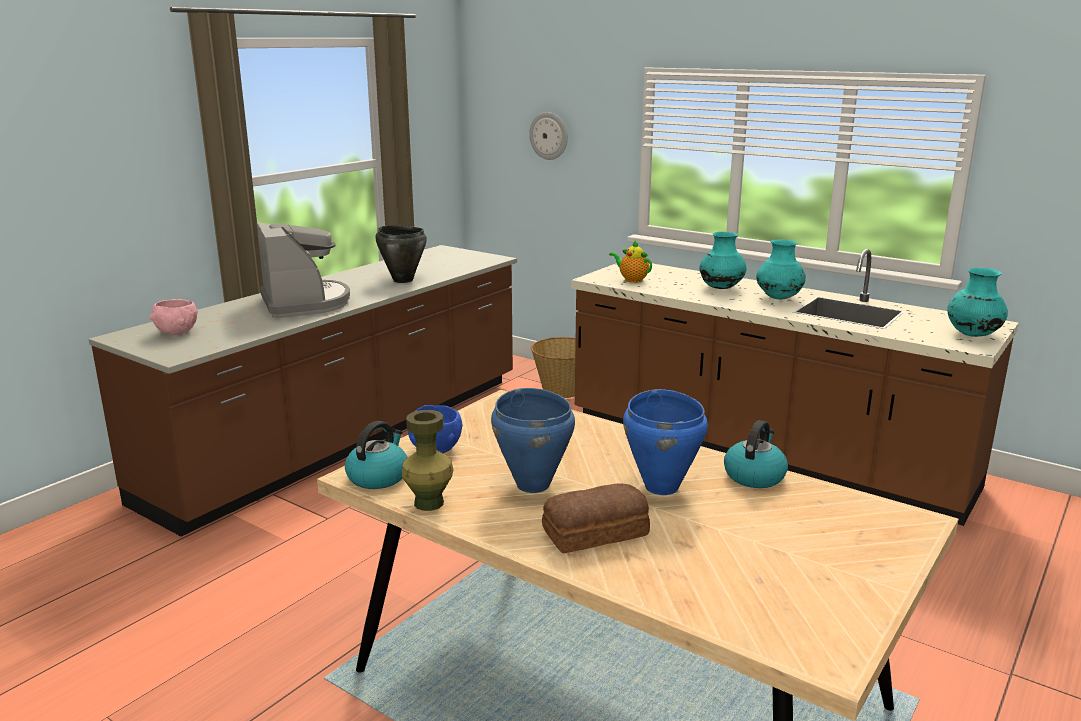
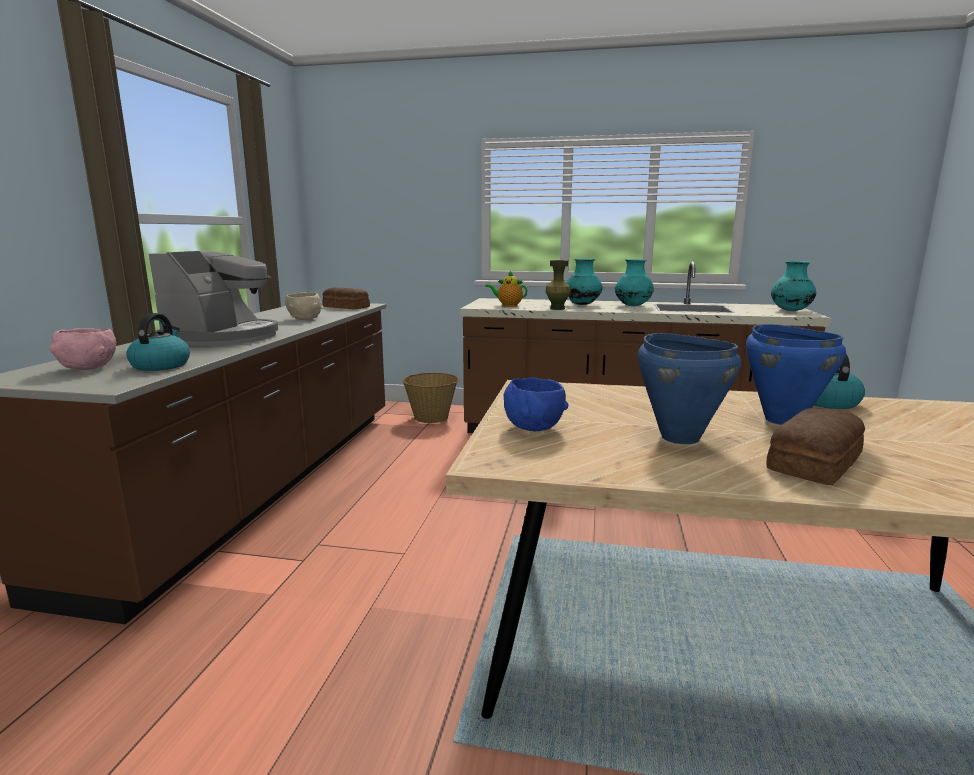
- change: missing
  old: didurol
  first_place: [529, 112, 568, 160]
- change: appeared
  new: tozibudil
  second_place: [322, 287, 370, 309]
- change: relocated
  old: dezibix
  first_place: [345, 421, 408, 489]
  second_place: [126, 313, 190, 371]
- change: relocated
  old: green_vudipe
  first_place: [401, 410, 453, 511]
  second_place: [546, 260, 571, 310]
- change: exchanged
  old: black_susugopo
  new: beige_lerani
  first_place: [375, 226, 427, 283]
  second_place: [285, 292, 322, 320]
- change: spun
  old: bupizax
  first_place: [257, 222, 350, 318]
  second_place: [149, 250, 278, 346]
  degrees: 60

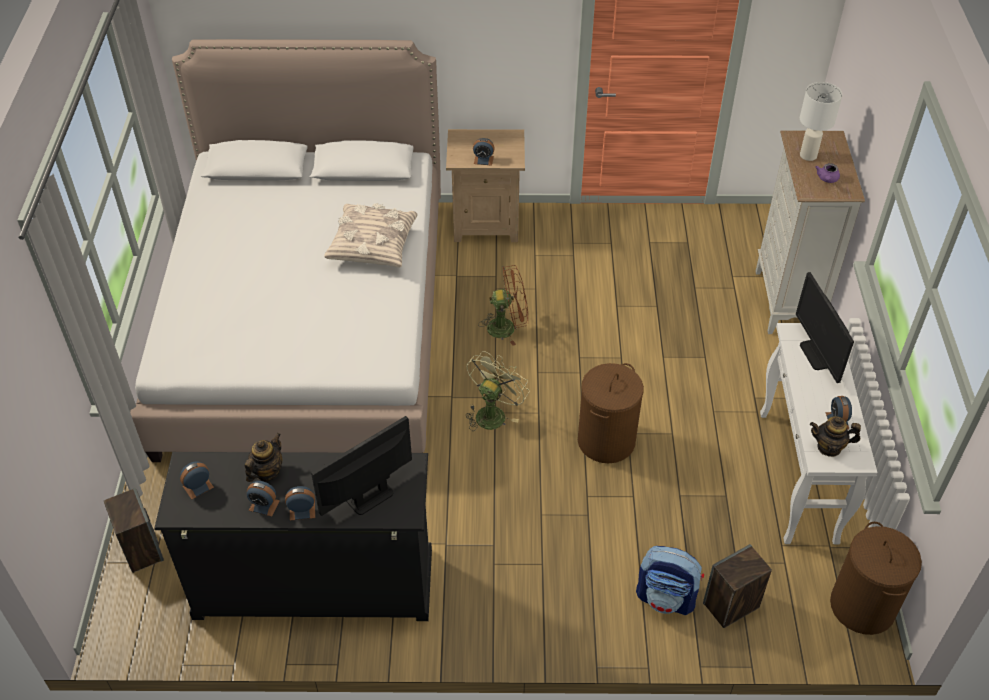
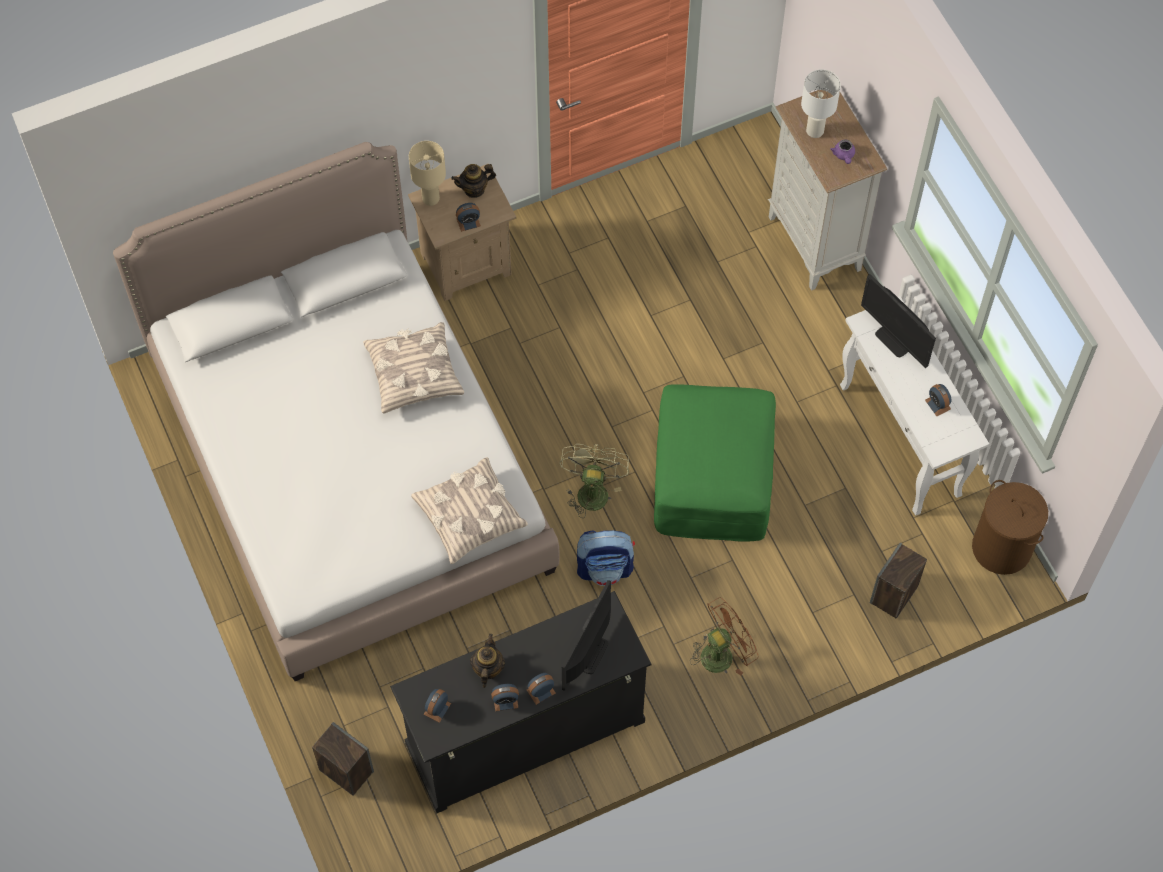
- change: appeared
  new: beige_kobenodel
  second_place: [409, 141, 446, 206]
- change: appeared
  new: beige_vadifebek
  second_place: [411, 457, 528, 564]
- change: relocated
  old: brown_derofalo
  first_place: [478, 265, 528, 346]
  second_place: [690, 597, 759, 675]
- change: relocated
  old: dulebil
  first_place: [636, 546, 704, 615]
  second_place: [577, 530, 635, 586]
- change: relocated
  old: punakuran
  first_place: [810, 416, 861, 457]
  second_place: [451, 164, 496, 198]
- change: exchanged
  old: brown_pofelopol
  new: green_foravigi
  first_place: [578, 363, 644, 463]
  second_place: [654, 384, 776, 542]

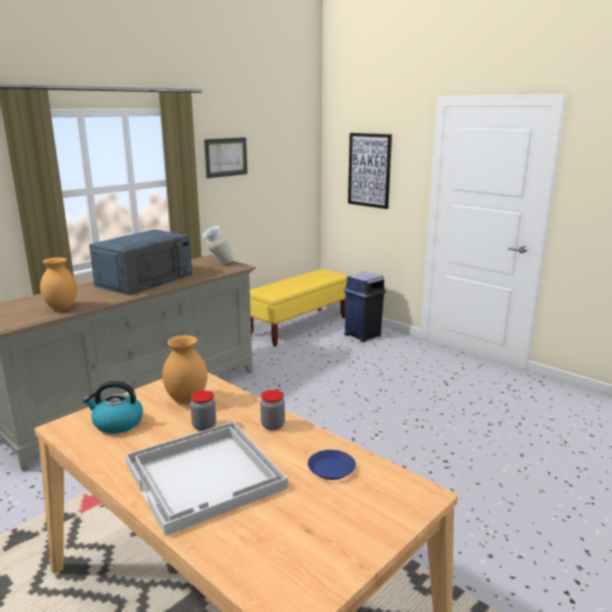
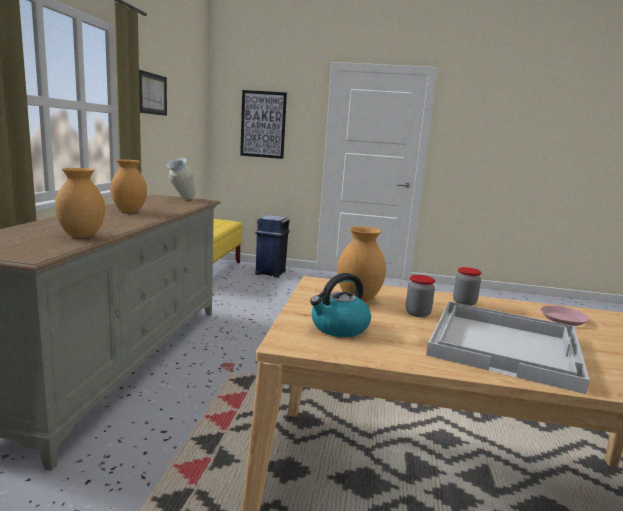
- change: exchanged
  old: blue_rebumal
  new: brown_vudipe
  first_place: [89, 229, 192, 295]
  second_place: [110, 160, 147, 213]
- change: colour
  old: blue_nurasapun
  new: pink_nurasapun
  first_place: [308, 450, 356, 480]
  second_place: [540, 306, 590, 326]

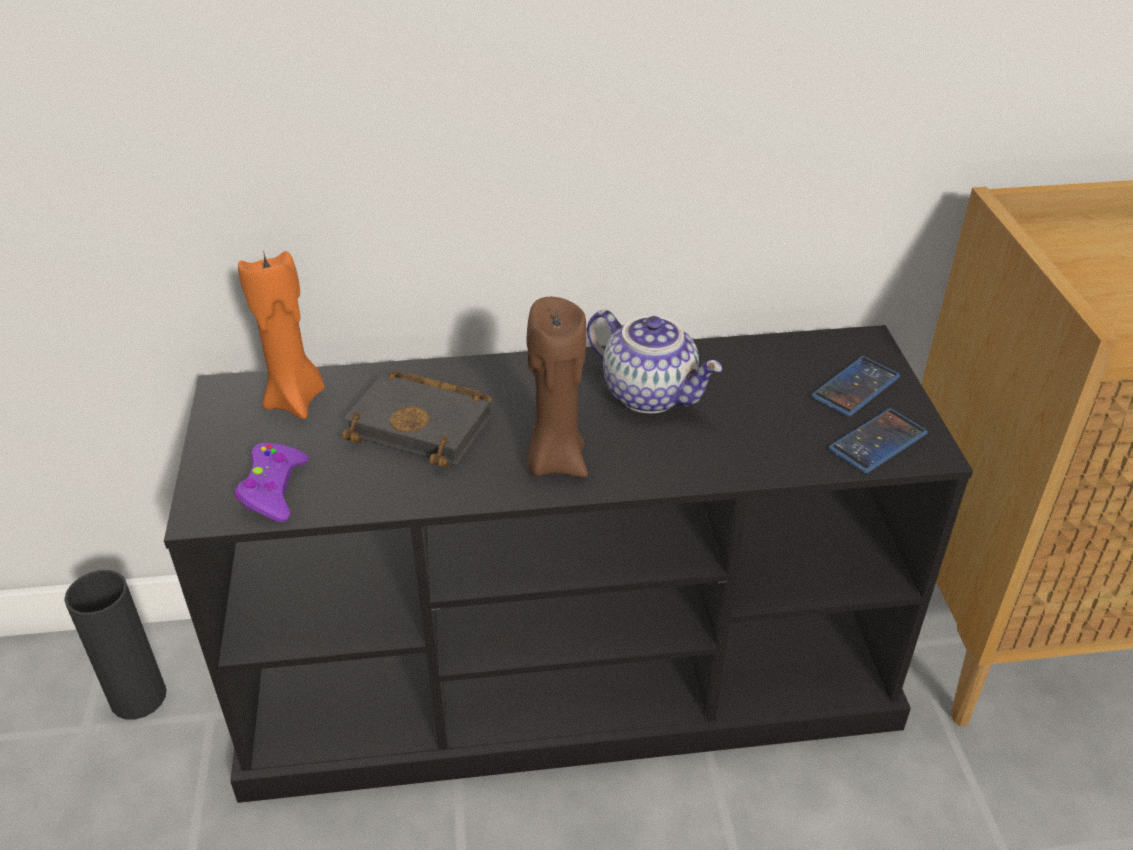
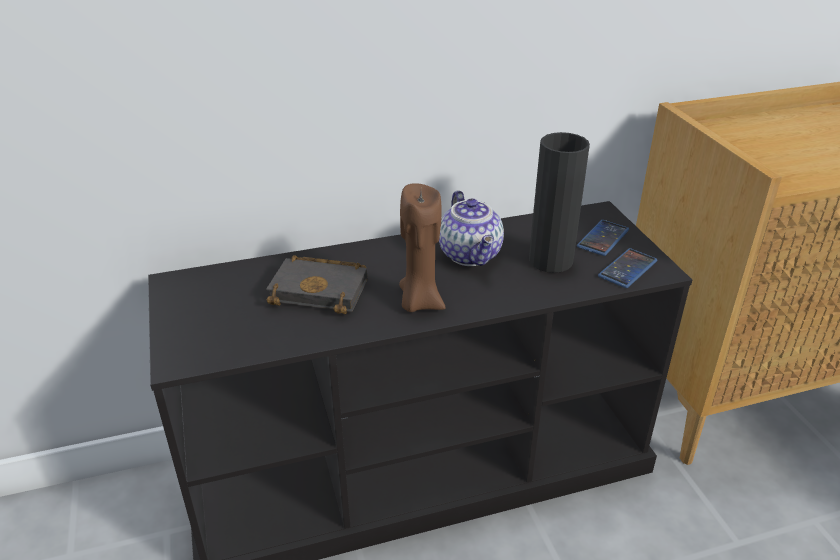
- change: missing
  old: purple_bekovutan
  first_place: [235, 443, 309, 522]
- change: missing
  old: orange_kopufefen
  first_place: [238, 251, 325, 419]
- change: relocated
  old: black_vudipe
  first_place: [64, 570, 167, 720]
  second_place: [529, 132, 590, 273]
- change: spun
  old: punakuran
  first_place: [587, 310, 722, 414]
  second_place: [439, 191, 504, 266]
  degrees: 45

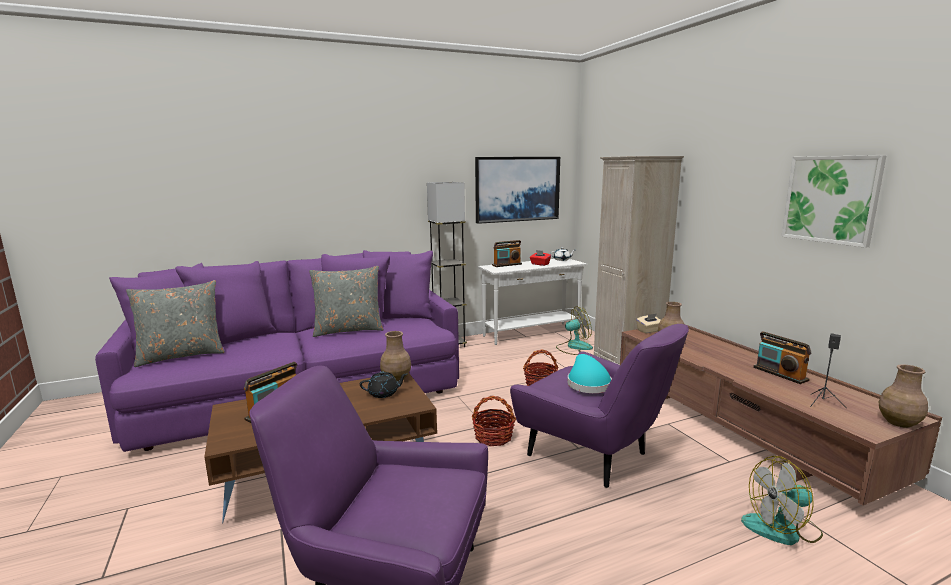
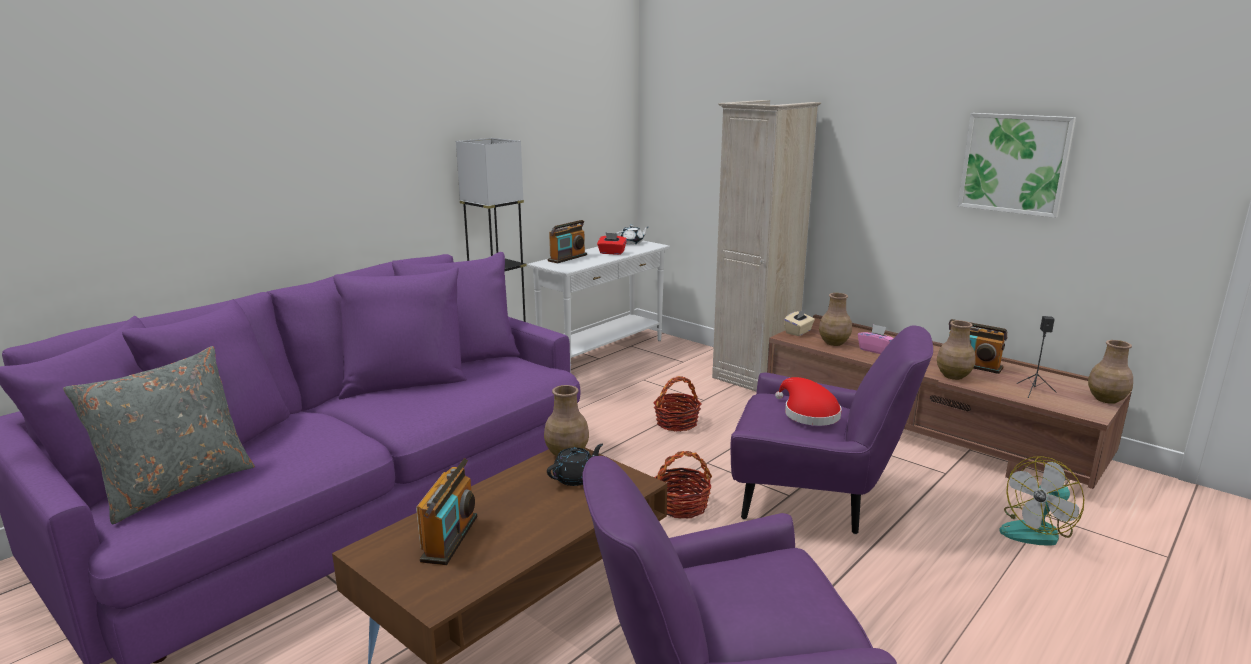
- change: missing
  old: grey_vadifebek
  first_place: [309, 266, 384, 337]
- change: missing
  old: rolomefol
  first_place: [475, 157, 560, 224]
- change: missing
  old: derofalo
  first_place: [556, 306, 593, 355]
- change: appeared
  new: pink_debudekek
  second_place: [858, 324, 894, 354]
- change: appeared
  new: brown_vudipe
  second_place: [937, 320, 976, 380]
- change: colour
  old: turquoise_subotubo
  new: red_subotubo
  first_place: [568, 354, 612, 393]
  second_place: [775, 377, 842, 426]

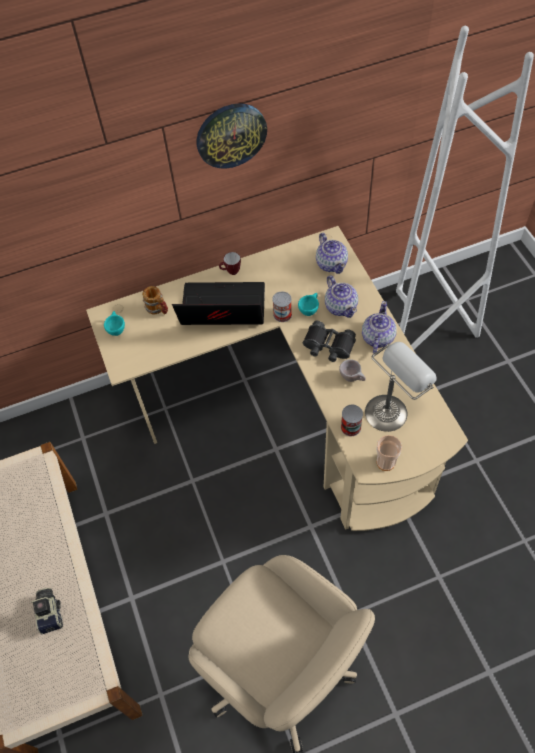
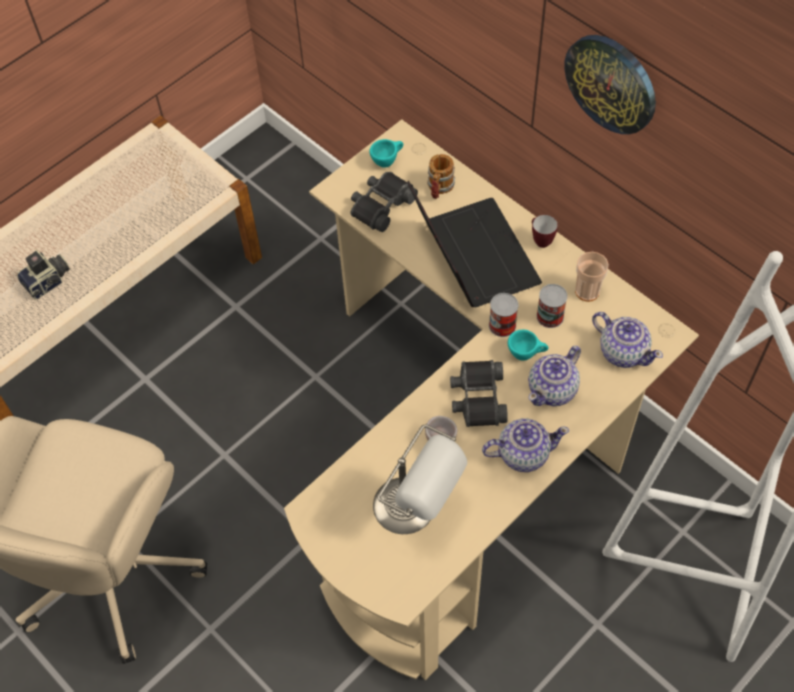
- change: appeared
  new: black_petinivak
  second_place: [350, 172, 418, 232]
- change: relocated
  old: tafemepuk
  first_place: [341, 405, 363, 436]
  second_place: [537, 284, 567, 328]
- change: relocated
  old: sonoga
  first_place: [377, 435, 402, 471]
  second_place: [575, 252, 609, 302]
- change: spun
  old: punakuran
  first_place: [316, 233, 348, 274]
  second_place: [592, 312, 663, 368]
  degrees: -90

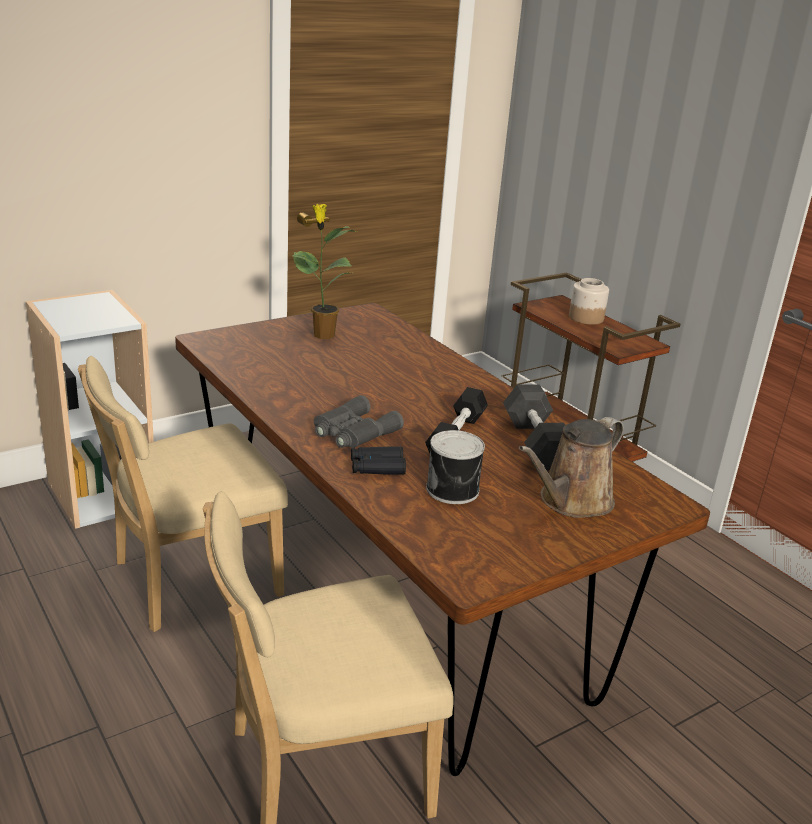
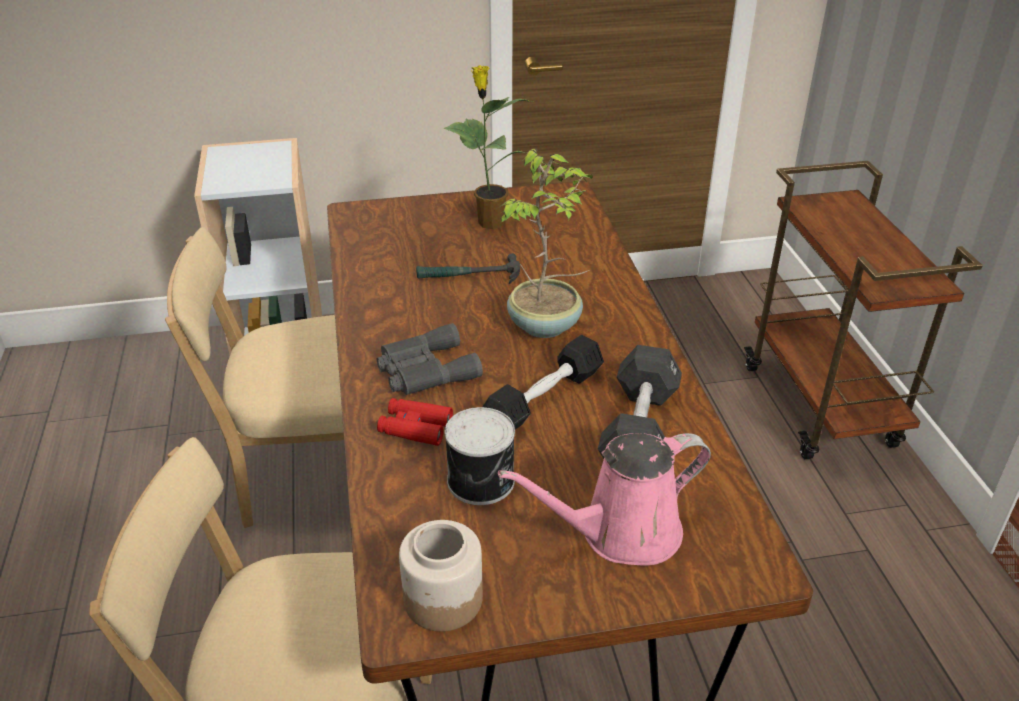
- change: appeared
  new: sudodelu
  second_place: [416, 253, 520, 284]
- change: appeared
  new: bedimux
  second_place: [497, 148, 593, 338]
- change: relocated
  old: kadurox
  first_place: [569, 278, 609, 325]
  second_place: [399, 520, 483, 632]
- change: colour
  old: black_petinivak
  new: red_petinivak
  first_place: [351, 446, 406, 475]
  second_place: [377, 398, 453, 446]
- change: colour
  old: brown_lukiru
  new: pink_lukiru
  first_place: [519, 417, 624, 518]
  second_place: [498, 433, 711, 566]

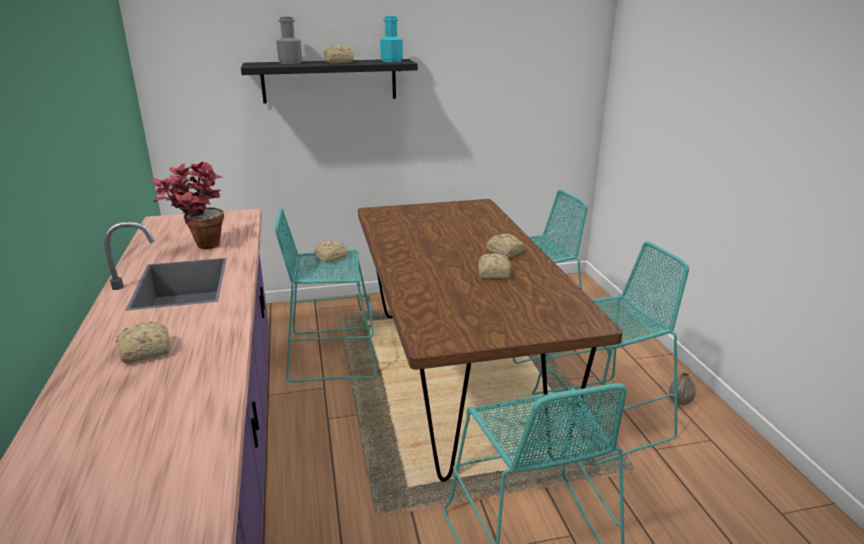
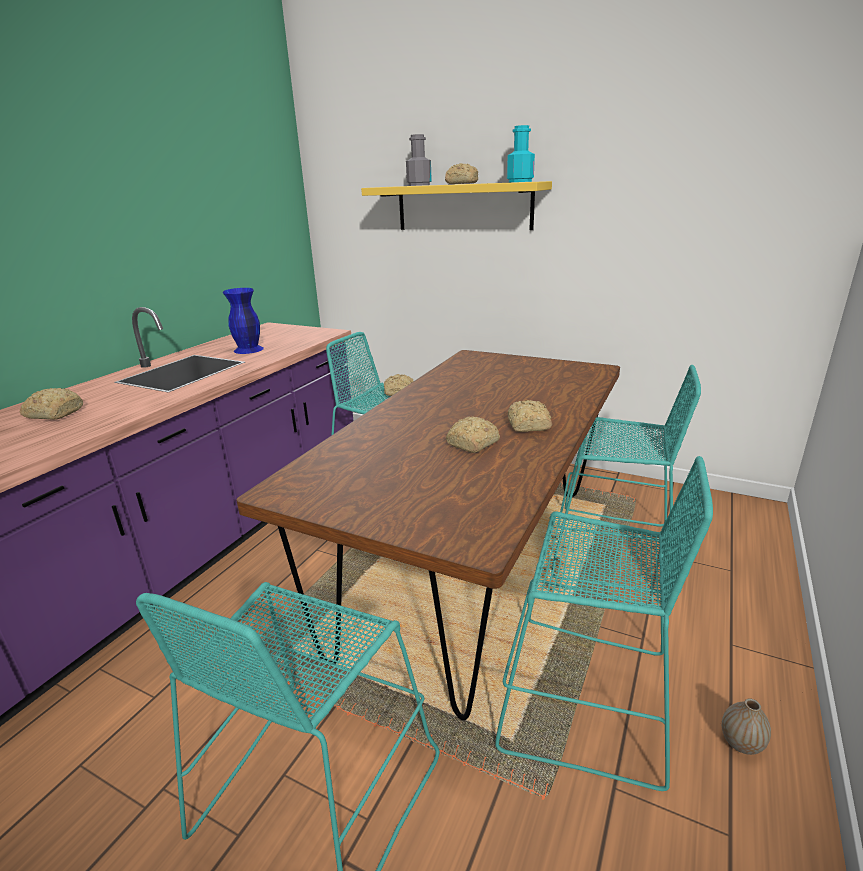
- change: exchanged
  old: bedimux
  new: blue_vudipe
  first_place: [152, 162, 224, 249]
  second_place: [223, 288, 264, 354]
- change: colour
  old: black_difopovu
  new: yellow_difopovu
  first_place: [241, 59, 418, 103]
  second_place: [361, 181, 552, 230]

